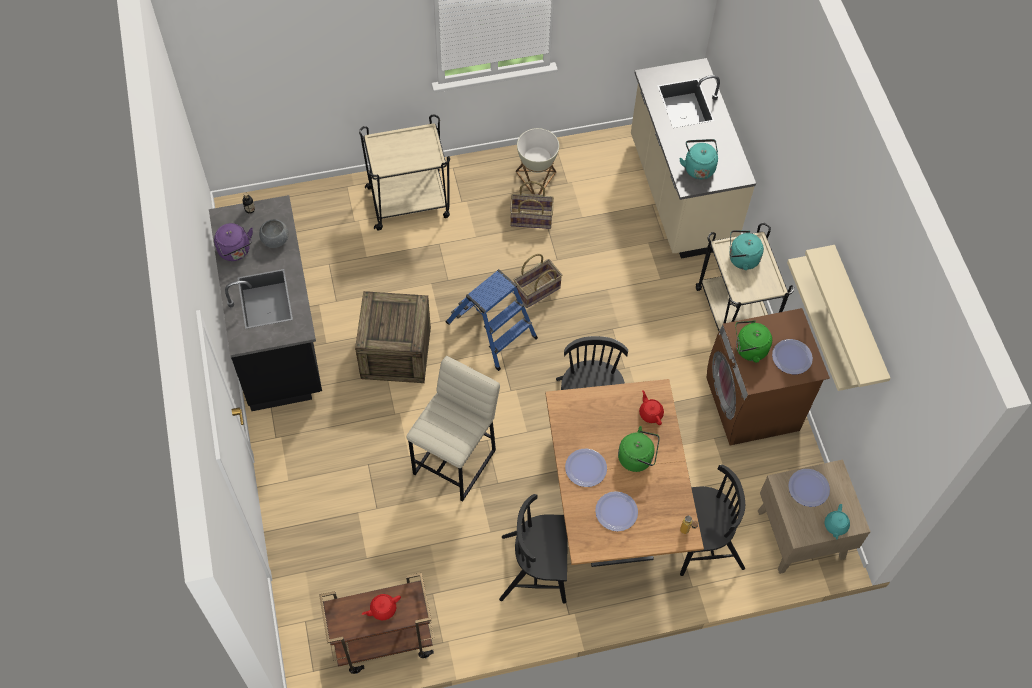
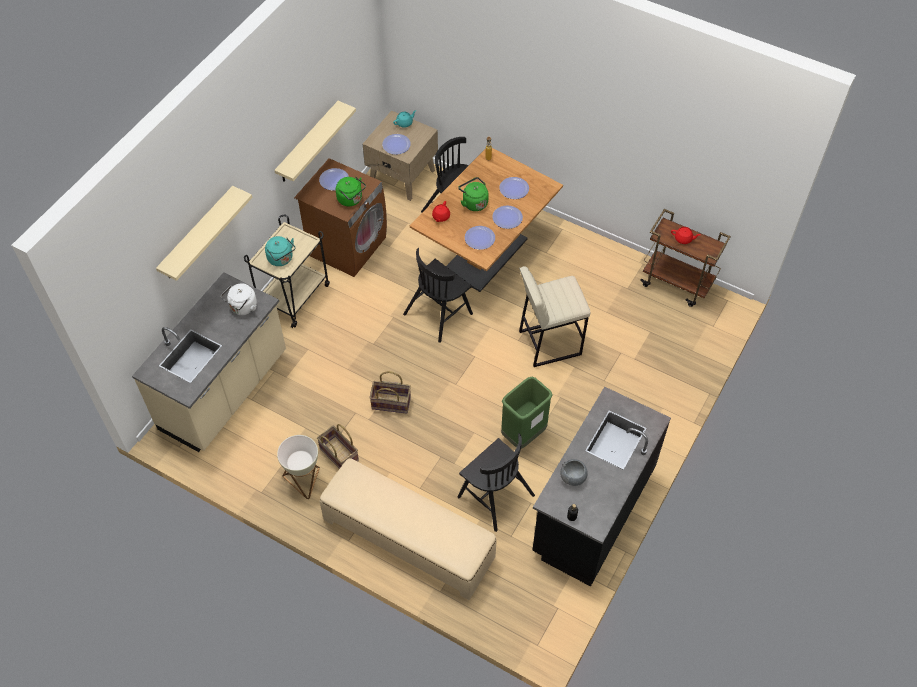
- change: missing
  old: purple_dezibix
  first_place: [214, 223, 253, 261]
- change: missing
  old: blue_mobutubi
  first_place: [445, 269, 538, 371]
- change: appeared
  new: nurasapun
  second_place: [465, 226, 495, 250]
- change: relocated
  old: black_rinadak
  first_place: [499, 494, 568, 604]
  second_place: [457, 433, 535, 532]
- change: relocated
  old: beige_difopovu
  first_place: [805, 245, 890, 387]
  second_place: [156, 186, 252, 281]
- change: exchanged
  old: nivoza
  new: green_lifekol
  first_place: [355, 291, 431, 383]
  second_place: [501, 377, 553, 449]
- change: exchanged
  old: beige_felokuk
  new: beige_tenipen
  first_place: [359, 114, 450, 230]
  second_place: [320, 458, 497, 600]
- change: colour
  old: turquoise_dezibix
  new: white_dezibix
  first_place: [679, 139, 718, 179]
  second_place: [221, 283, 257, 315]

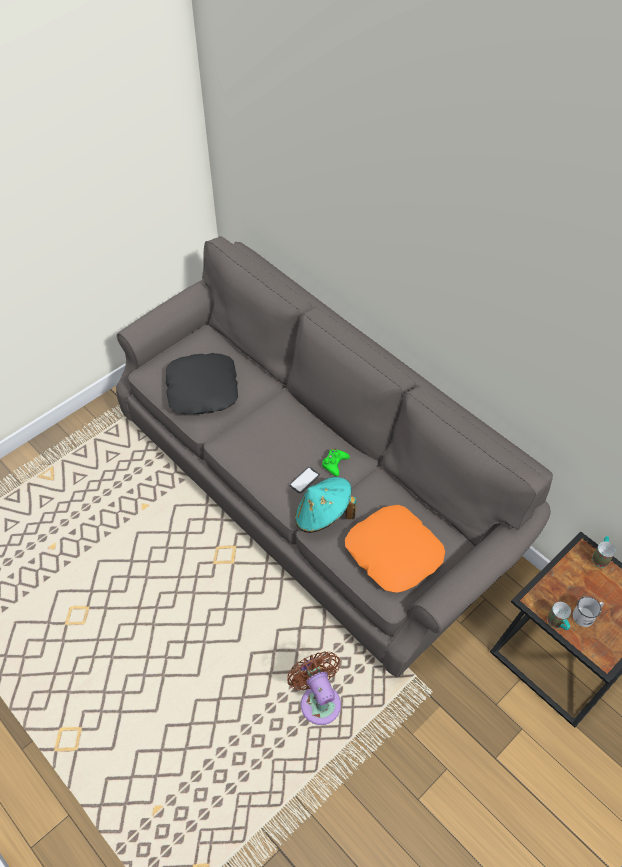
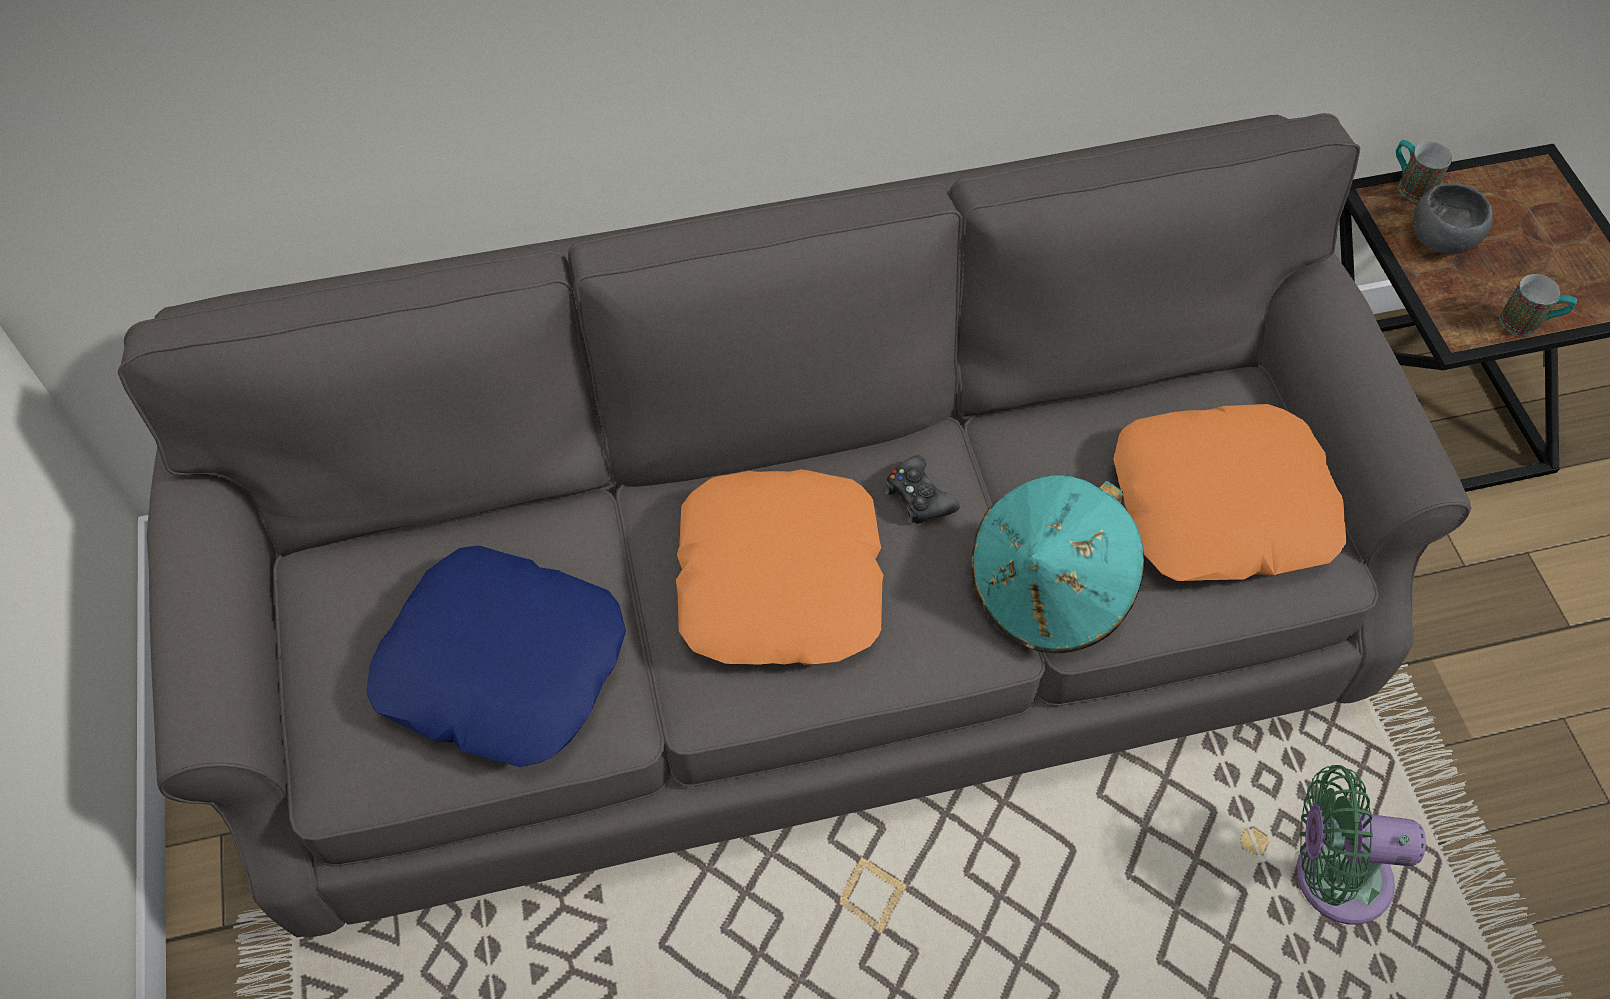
- change: missing
  old: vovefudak
  first_place: [289, 467, 320, 493]
- change: missing
  old: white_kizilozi
  first_place: [573, 596, 604, 627]
- change: appeared
  new: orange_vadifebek
  second_place: [676, 469, 883, 665]
- change: appeared
  new: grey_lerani
  second_place: [1413, 183, 1493, 254]
- change: colour
  old: black_vadifebek
  new: blue_vadifebek
  first_place: [165, 353, 238, 414]
  second_place: [366, 546, 626, 767]
- change: colour
  old: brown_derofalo
  new: green_derofalo
  first_place: [287, 652, 341, 725]
  second_place: [1296, 765, 1426, 925]
- change: colour
  old: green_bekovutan
  new: black_bekovutan
  first_place: [322, 449, 350, 476]
  second_place: [885, 455, 961, 524]

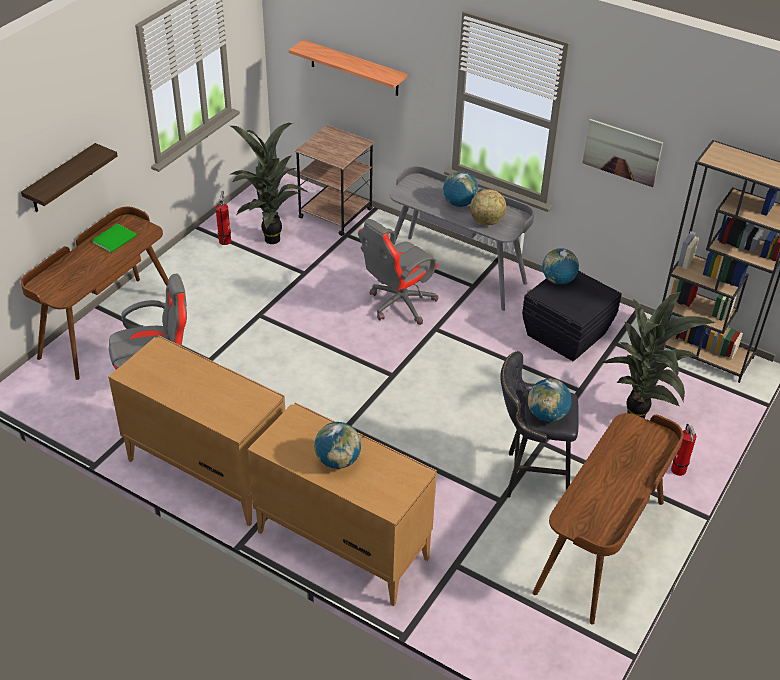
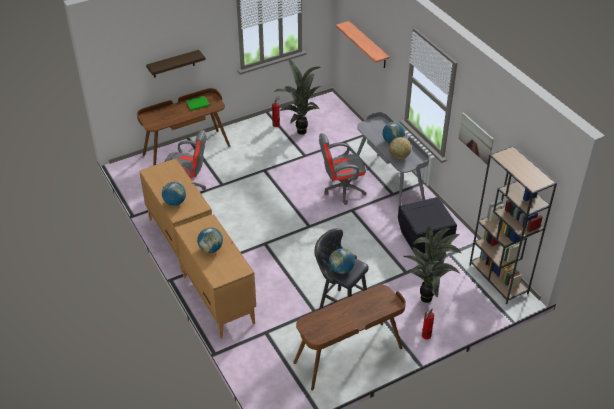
- change: missing
  old: brown_felokuk
  first_place: [295, 125, 374, 236]
- change: relocated
  old: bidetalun
  first_place: [542, 248, 579, 285]
  second_place: [162, 182, 186, 206]

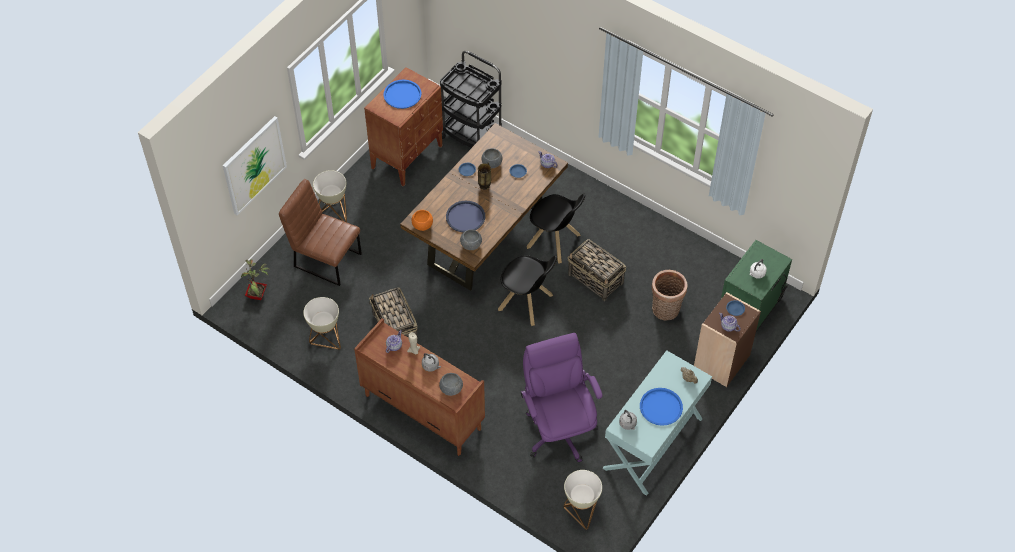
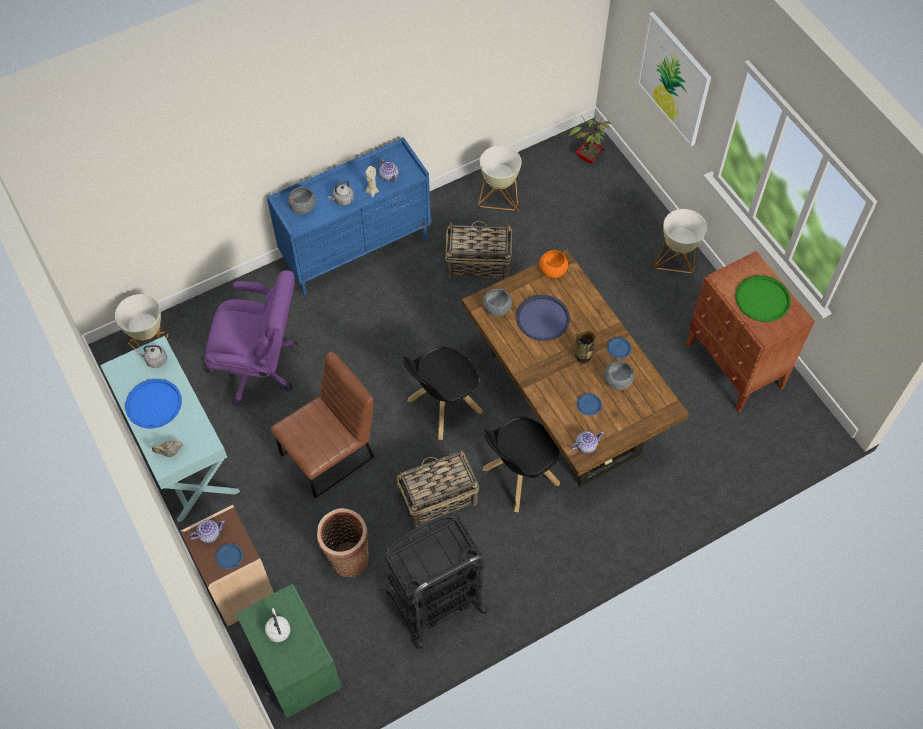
- change: relocated
  old: brown_rinadak
  first_place: [279, 179, 362, 286]
  second_place: [271, 351, 374, 498]
- change: relocated
  old: black_felokuk
  first_place: [440, 51, 502, 148]
  second_place: [384, 514, 488, 649]
- change: colour
  old: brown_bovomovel
  new: blue_bovomovel
  first_place: [354, 318, 485, 456]
  second_place: [266, 137, 431, 295]
- change: colour
  old: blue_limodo
  new: green_limodo
  first_place: [383, 80, 422, 109]
  second_place: [735, 275, 791, 322]

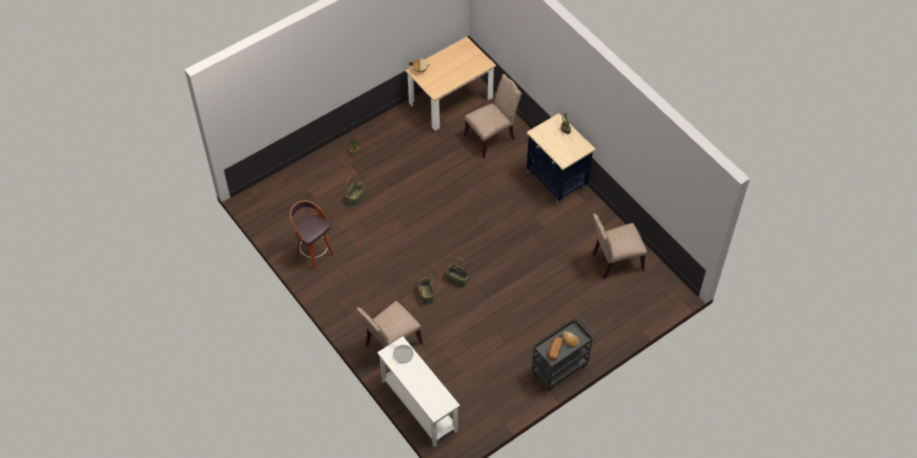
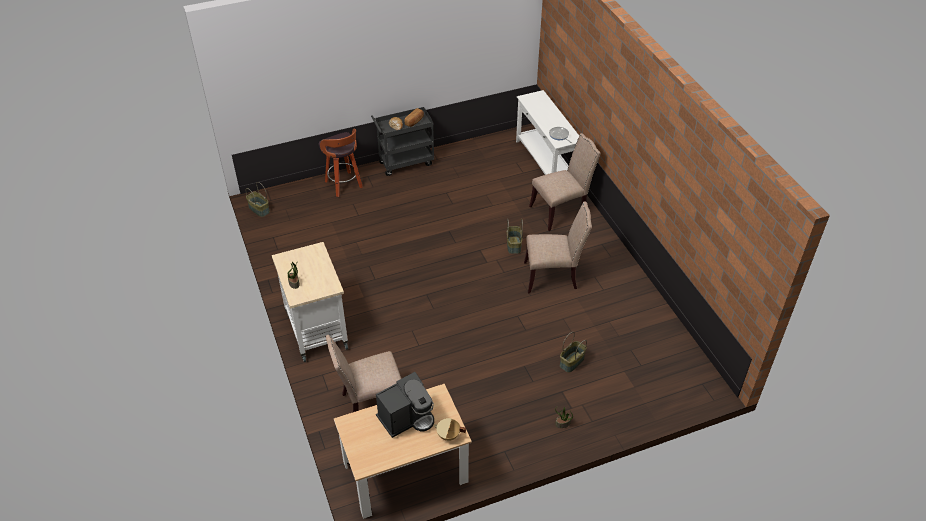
- change: appeared
  new: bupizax
  second_place: [376, 372, 434, 438]
- change: relocated
  old: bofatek
  first_place: [290, 200, 334, 270]
  second_place: [319, 129, 363, 197]
- change: relocated
  old: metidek
  first_place: [446, 257, 470, 287]
  second_place: [246, 182, 270, 217]
- change: relocated
  old: beige_rinadak
  first_place: [592, 213, 647, 279]
  second_place: [524, 201, 592, 293]
- change: colour
  old: blue_felokuk
  new: white_felokuk
  first_place: [526, 113, 596, 205]
  second_place: [272, 242, 348, 362]

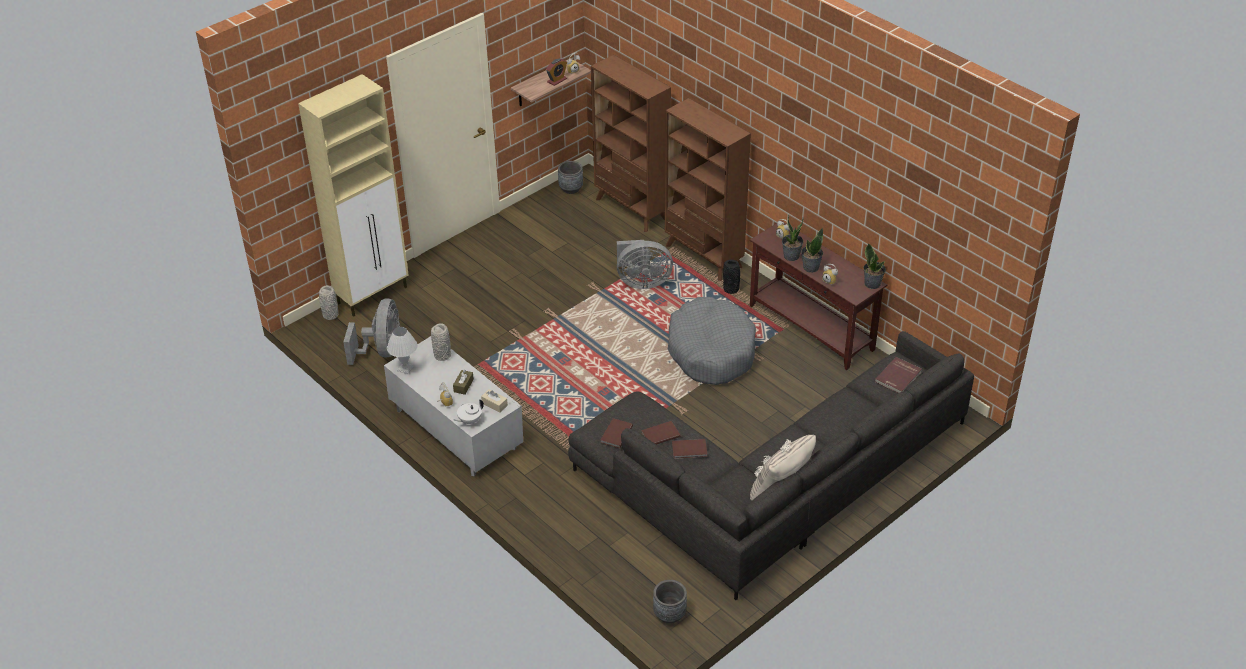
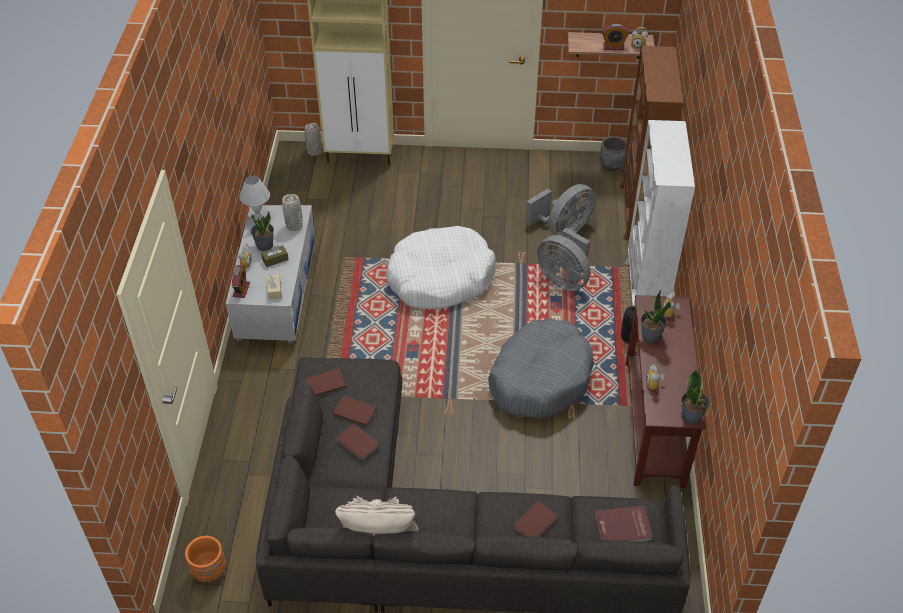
- change: appeared
  new: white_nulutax
  second_place: [386, 226, 496, 309]
- change: appeared
  new: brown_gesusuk
  second_place: [513, 501, 558, 537]
- change: relocated
  old: grey_derofalo
  first_place: [343, 298, 400, 365]
  second_place: [525, 184, 596, 236]
- change: relocated
  old: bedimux
  first_place: [801, 228, 823, 273]
  second_place: [251, 211, 274, 251]
- change: exchanged
  old: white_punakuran
  new: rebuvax
  first_place: [453, 399, 484, 424]
  second_place: [232, 265, 250, 298]
- change: colour
  old: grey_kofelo
  new: orange_kofelo
  first_place: [653, 580, 687, 624]
  second_place: [185, 536, 226, 582]
- change: colour
  old: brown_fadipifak
  new: white_fadipifak
  first_place: [665, 98, 751, 281]
  second_place: [624, 120, 695, 306]

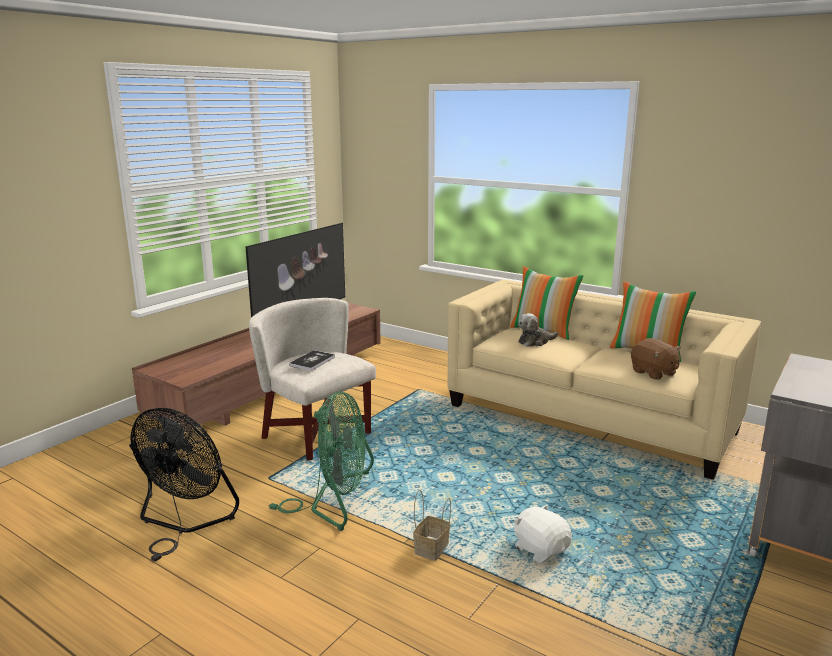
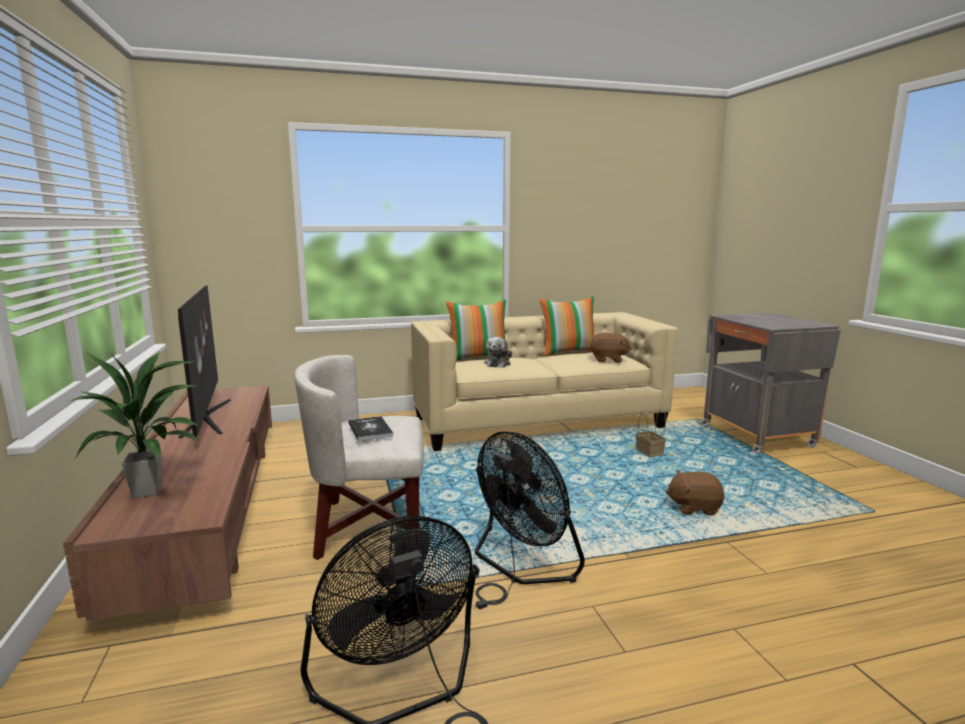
- change: appeared
  new: bedimux
  second_place: [71, 352, 202, 498]
- change: relocated
  old: metidek
  first_place: [413, 490, 451, 561]
  second_place: [636, 408, 666, 457]
- change: colour
  old: green_derofalo
  new: black_derofalo
  first_place: [268, 391, 374, 531]
  second_place: [474, 431, 585, 609]
- change: colour
  old: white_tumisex
  new: brown_tumisex
  first_place: [514, 505, 572, 563]
  second_place: [666, 470, 724, 516]

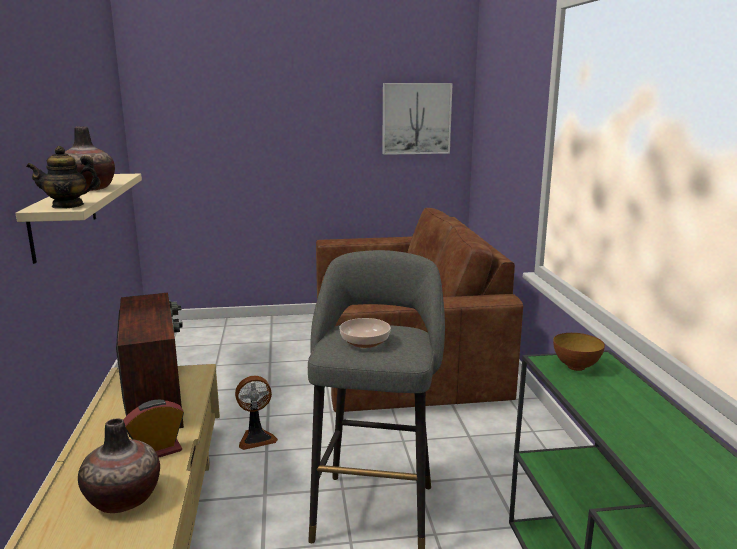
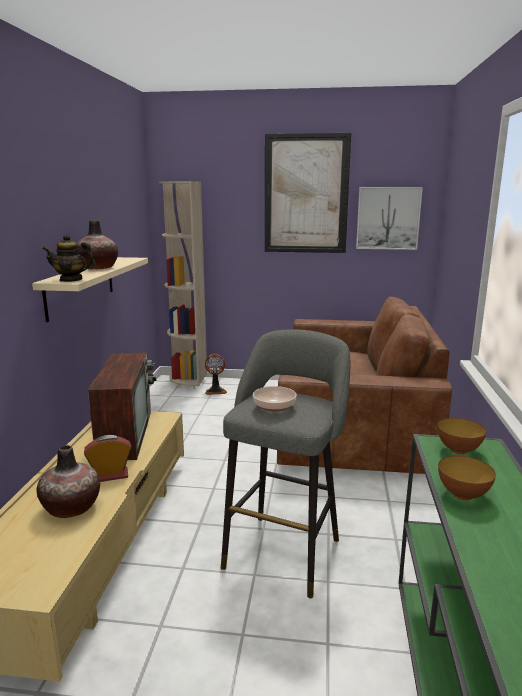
- change: appeared
  new: beige_fadipifak
  second_place: [159, 181, 207, 389]
- change: appeared
  new: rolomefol
  second_place: [265, 133, 351, 253]
- change: appeared
  new: lerani
  second_place: [438, 456, 496, 501]
- change: relocated
  old: derofalo
  first_place: [235, 376, 278, 450]
  second_place: [205, 354, 227, 395]

